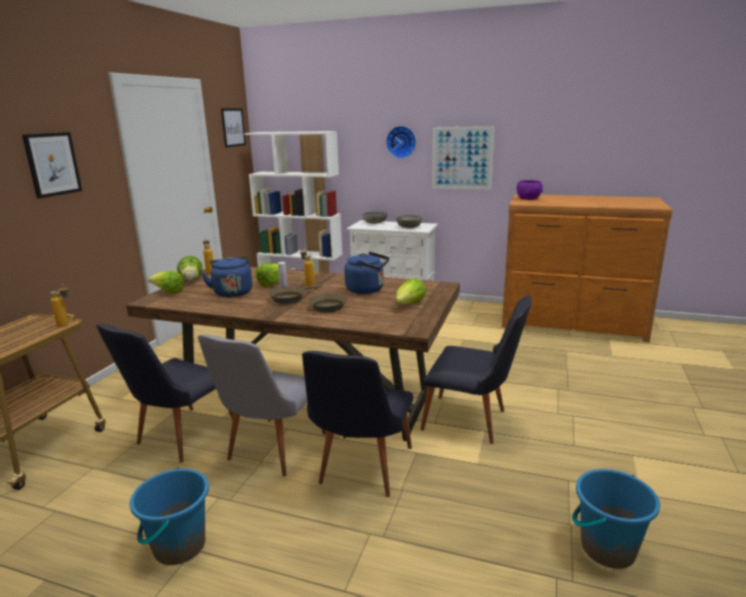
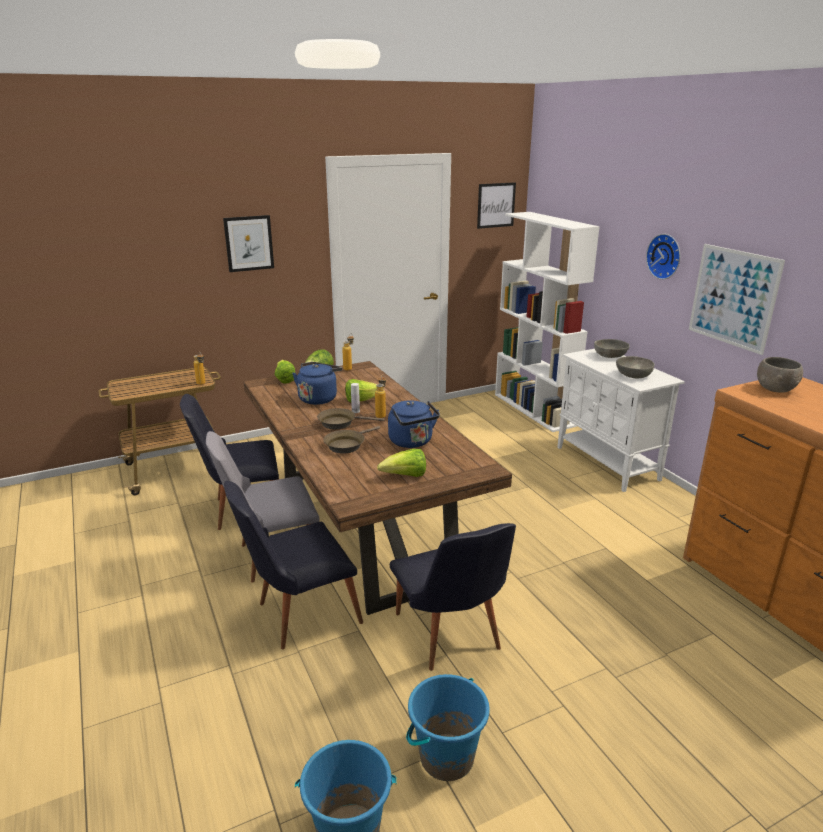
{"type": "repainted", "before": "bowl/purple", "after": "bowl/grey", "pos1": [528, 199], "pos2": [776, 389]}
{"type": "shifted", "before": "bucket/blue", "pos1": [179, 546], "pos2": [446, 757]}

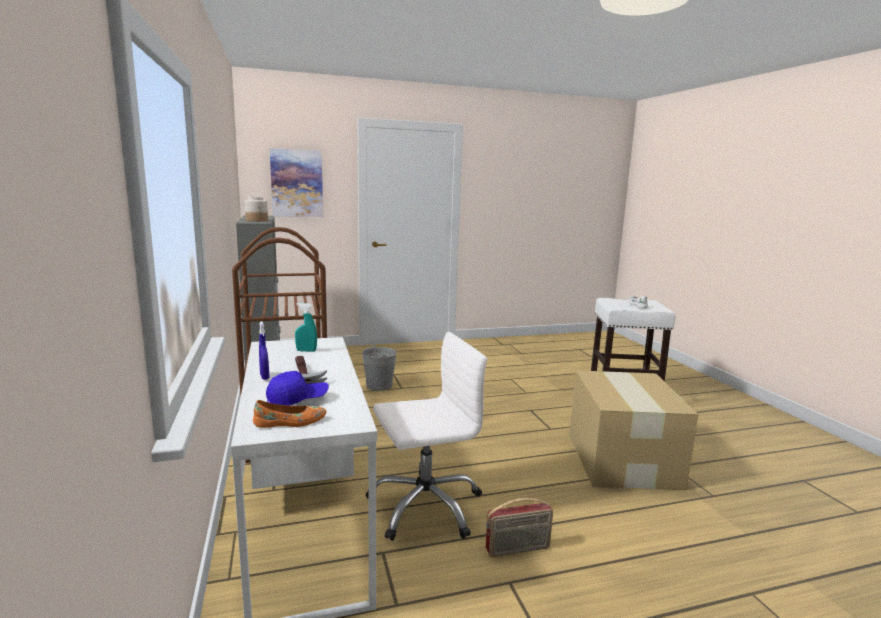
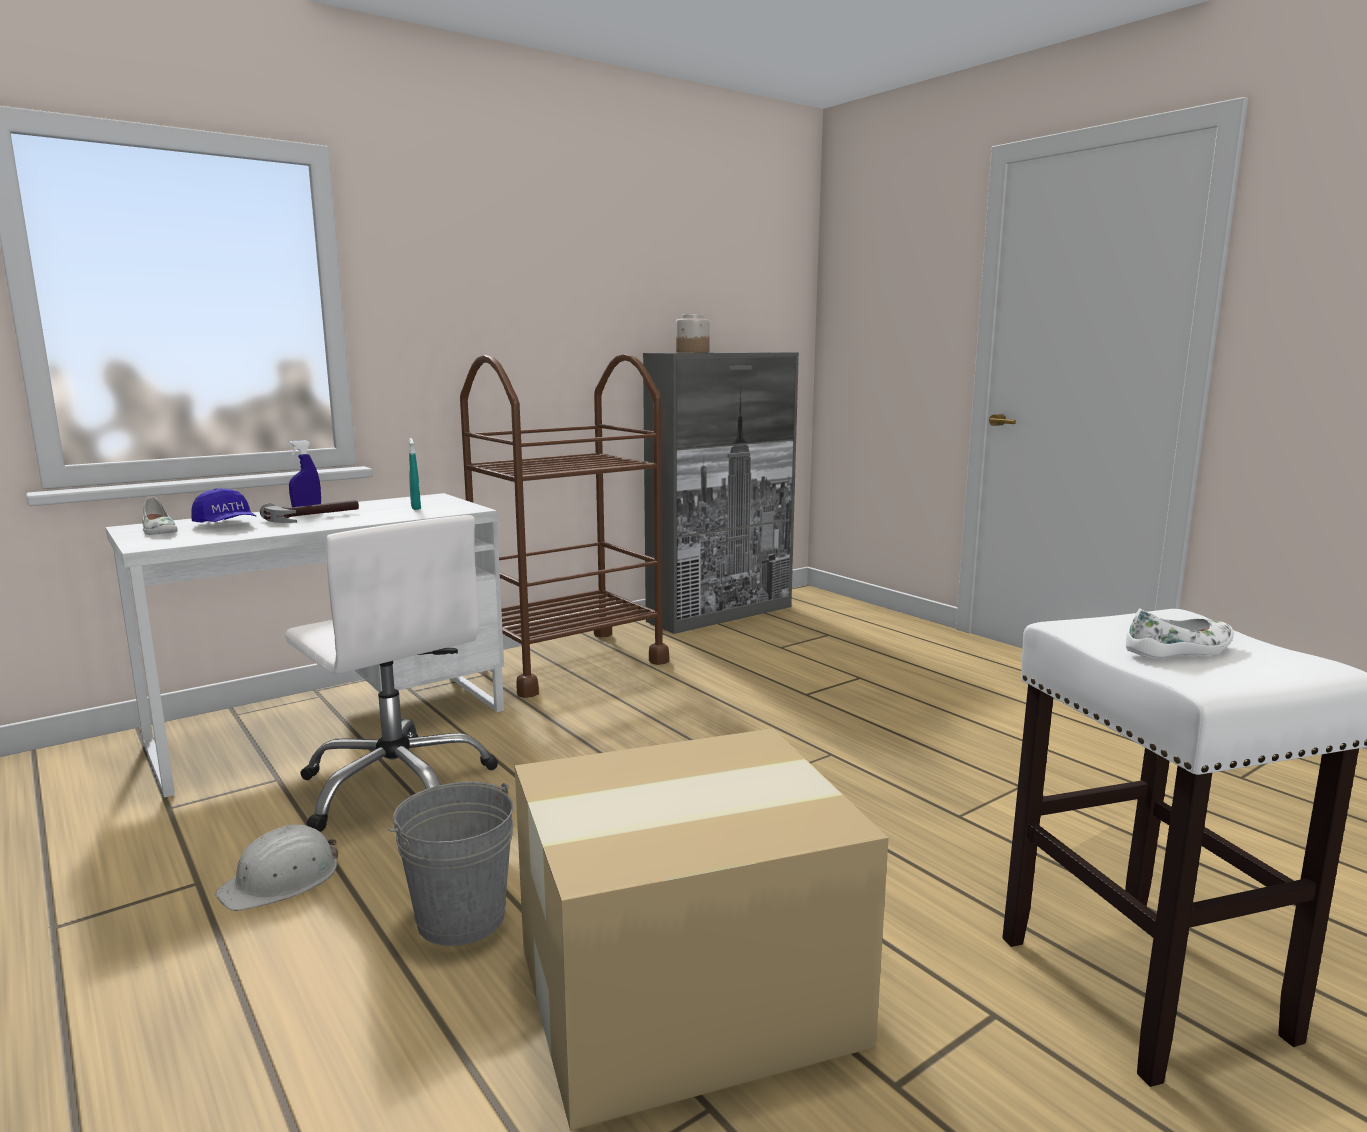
{"type": "gone", "before": "picture", "pos1": [297, 183]}
{"type": "shifted", "before": "bucket/grey", "pos1": [379, 385], "pos2": [461, 918]}
{"type": "repainted", "before": "shoe/orange", "after": "shoe/white", "pos1": [290, 422], "pos2": [158, 531]}
{"type": "swapped", "before": "radio", "after": "hard hat/white", "pos1": [518, 549], "pos2": [282, 880]}

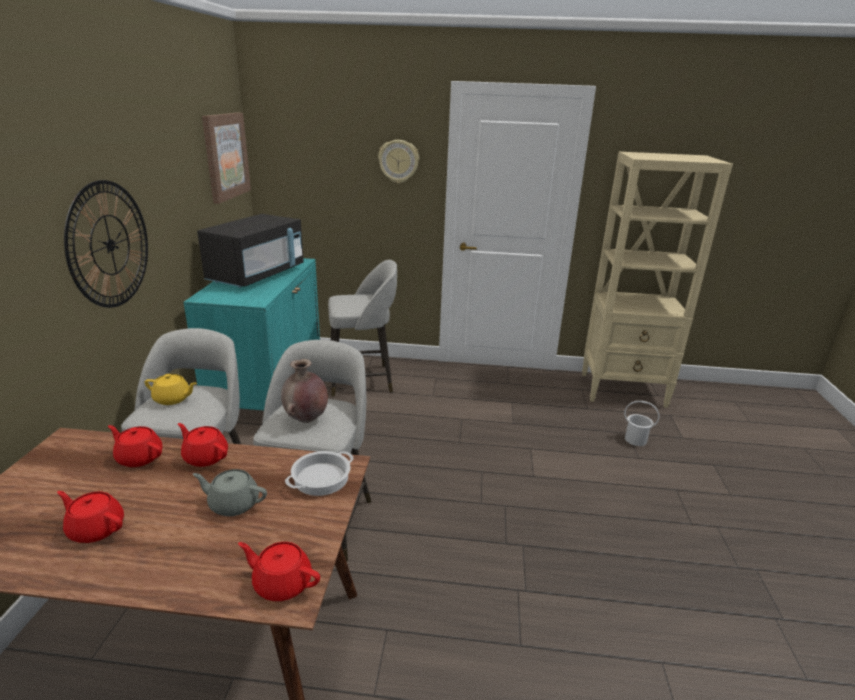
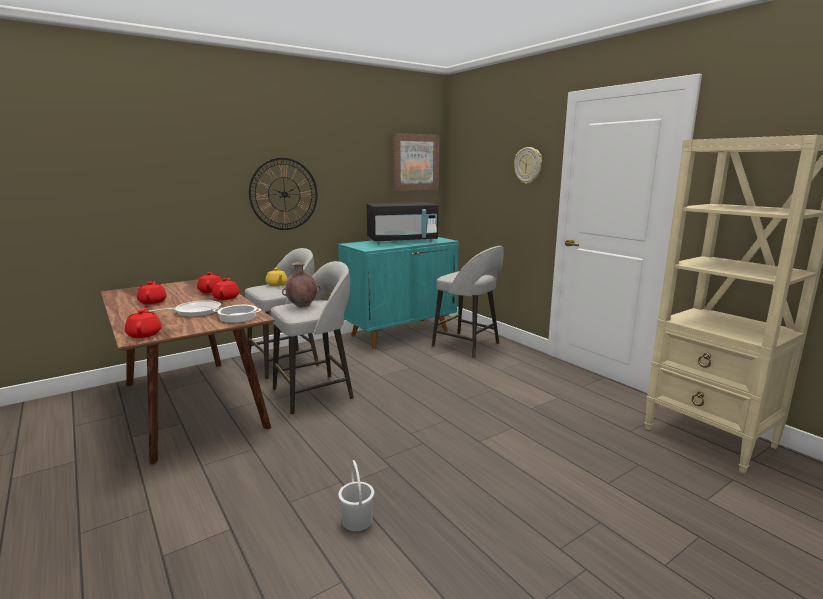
{"type": "shifted", "before": "bucket/white", "pos1": [635, 439], "pos2": [357, 520]}
{"type": "swapped", "before": "teapot/grey", "after": "frying pan", "pos1": [233, 504], "pos2": [195, 311]}

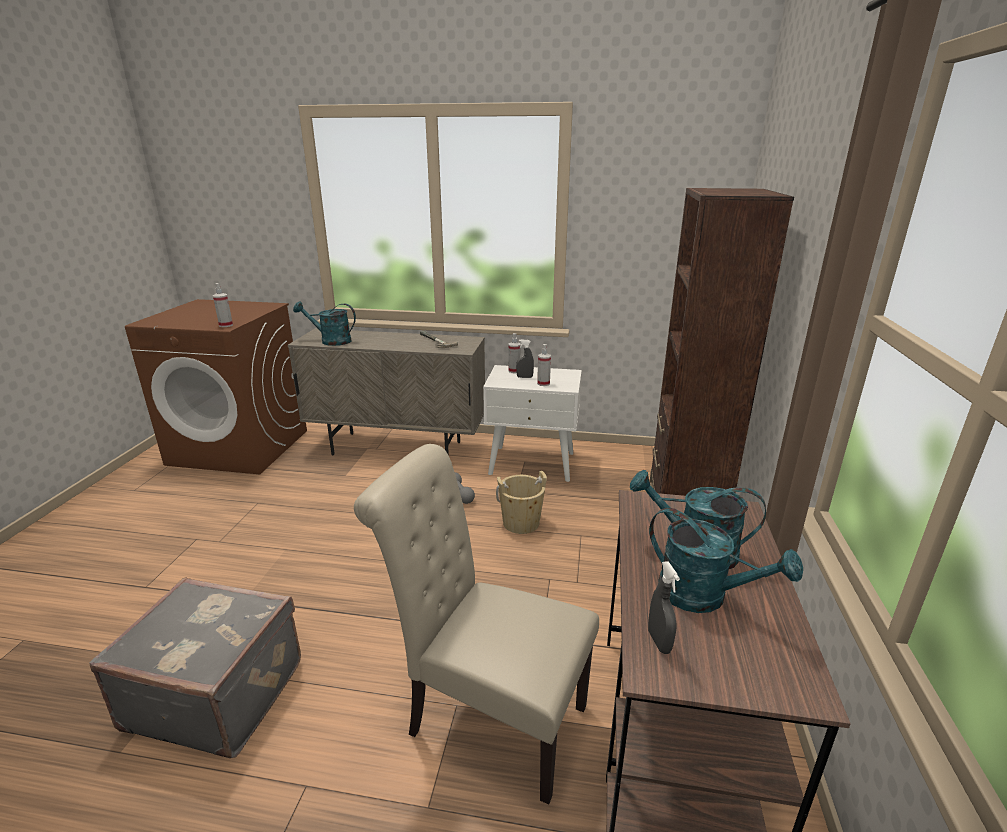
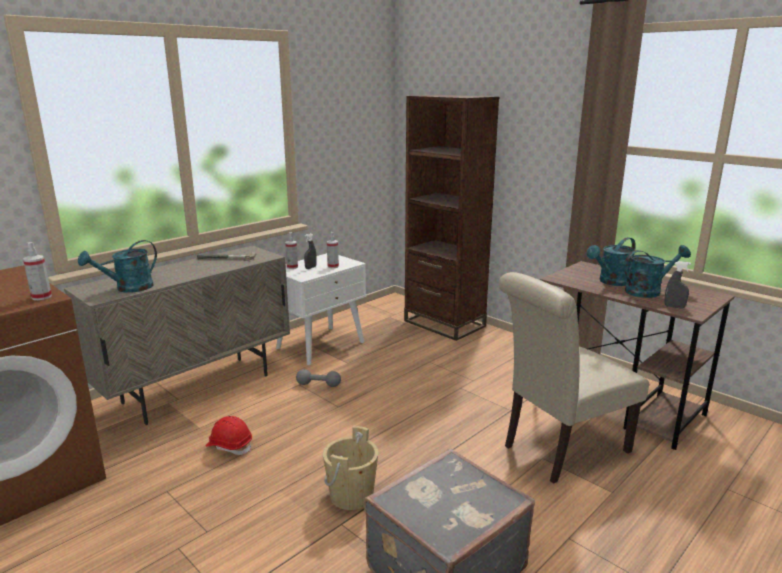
{"type": "shifted", "before": "bucket/beige", "pos1": [521, 523], "pos2": [351, 495]}
{"type": "new", "after": "hard hat/red", "pos2": [229, 446]}

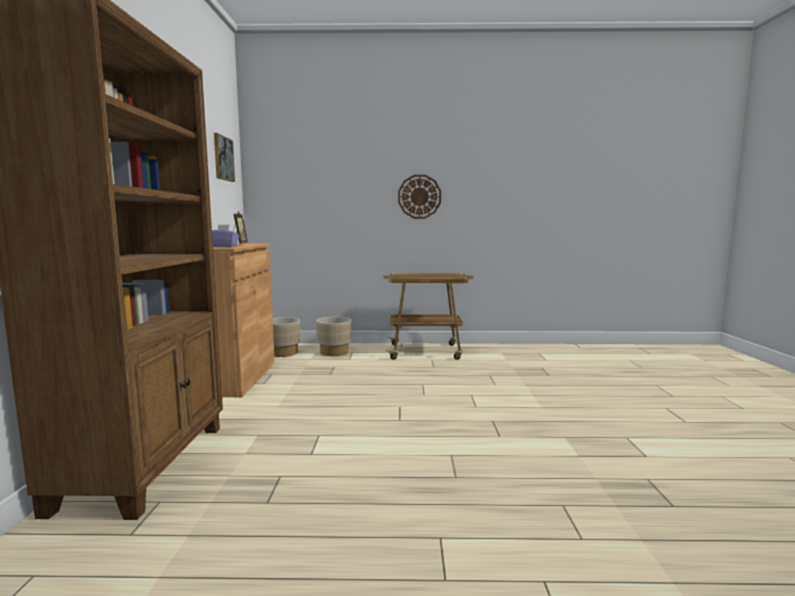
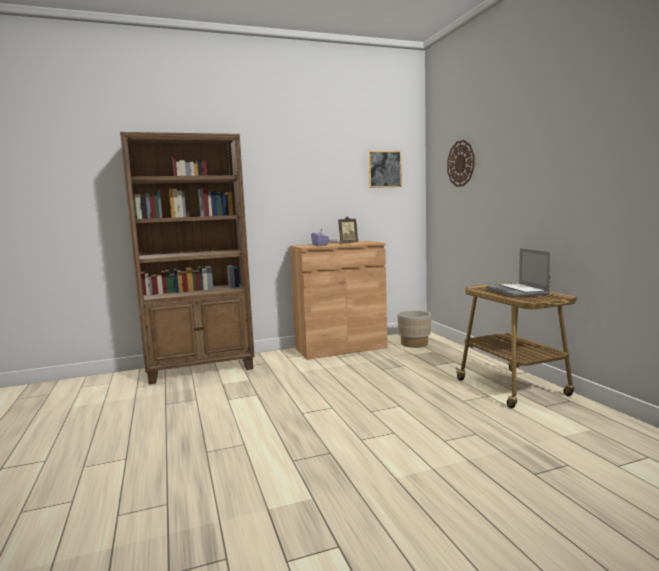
{"type": "shifted", "before": "wall clock", "pos1": [419, 196], "pos2": [461, 163]}
{"type": "gone", "before": "planter/beige", "pos1": [334, 352]}
{"type": "new", "after": "laptop", "pos2": [518, 291]}

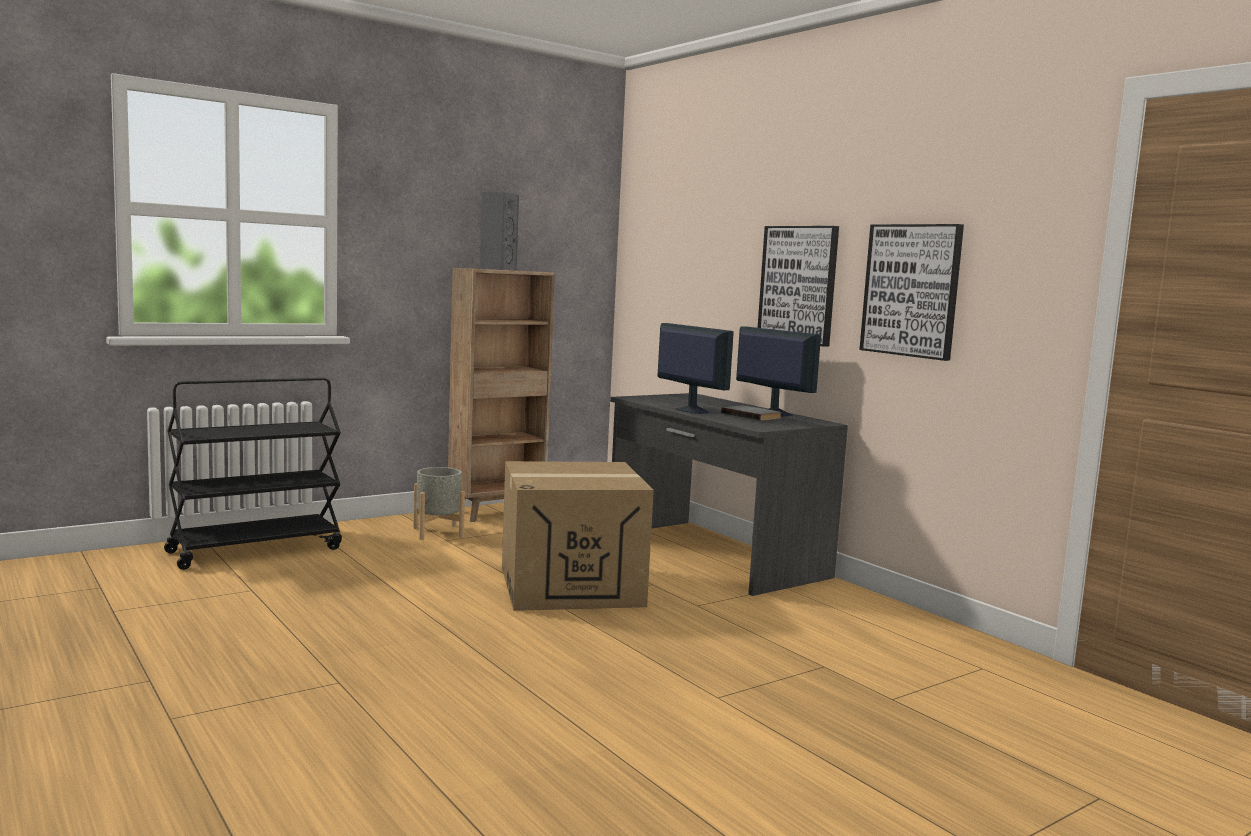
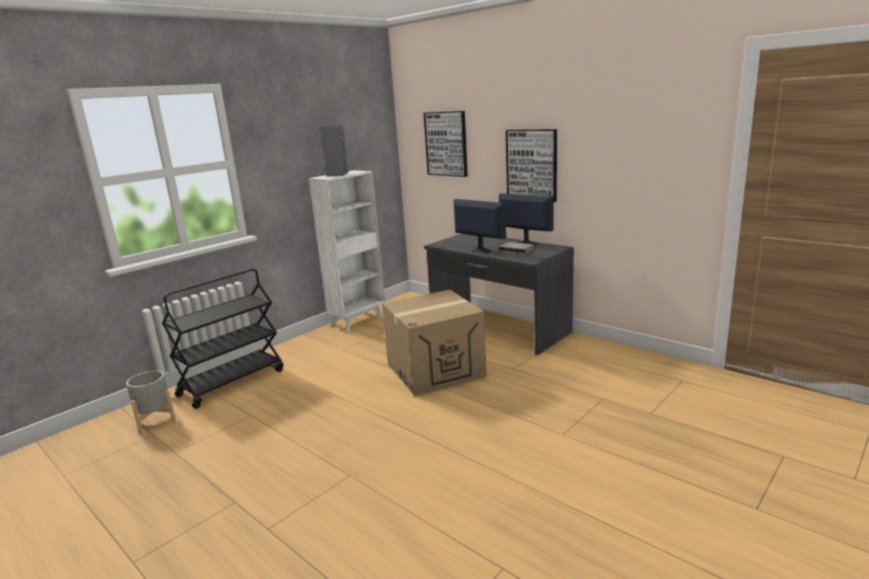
{"type": "shifted", "before": "picture", "pos1": [911, 290], "pos2": [446, 144]}
{"type": "repainted", "before": "bookcase/brown", "after": "bookcase/white", "pos1": [497, 512], "pos2": [358, 321]}
{"type": "shifted", "before": "planter/grey", "pos1": [437, 532], "pos2": [155, 421]}

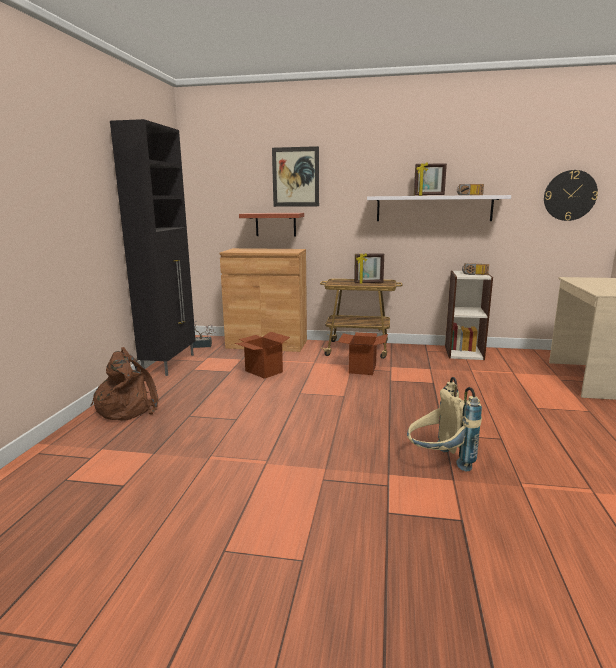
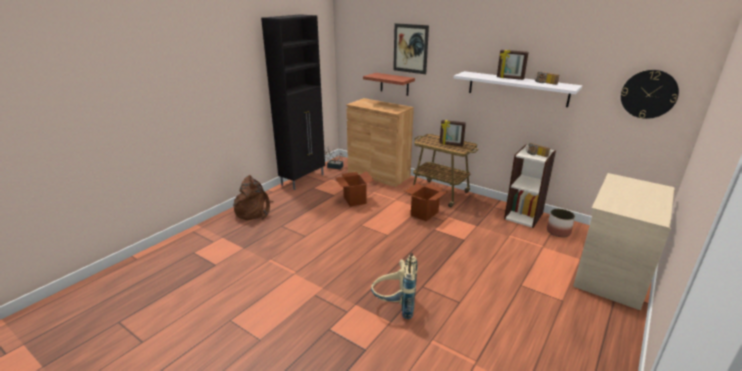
{"type": "new", "after": "planter", "pos2": [558, 232]}

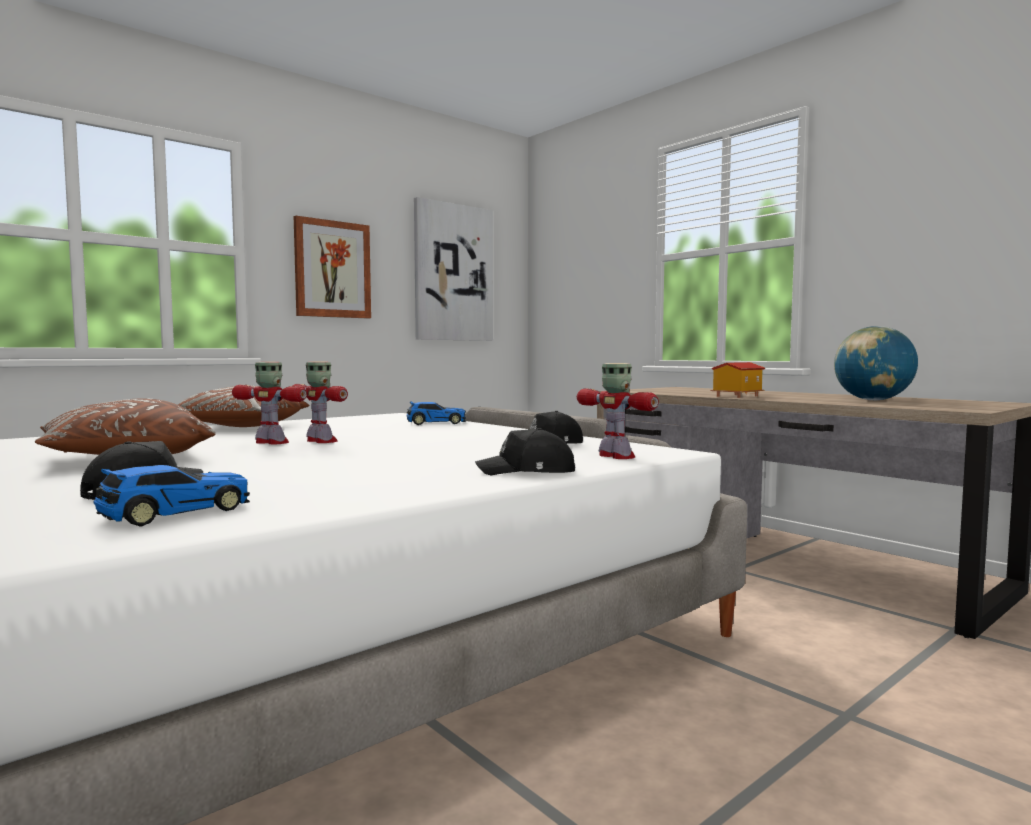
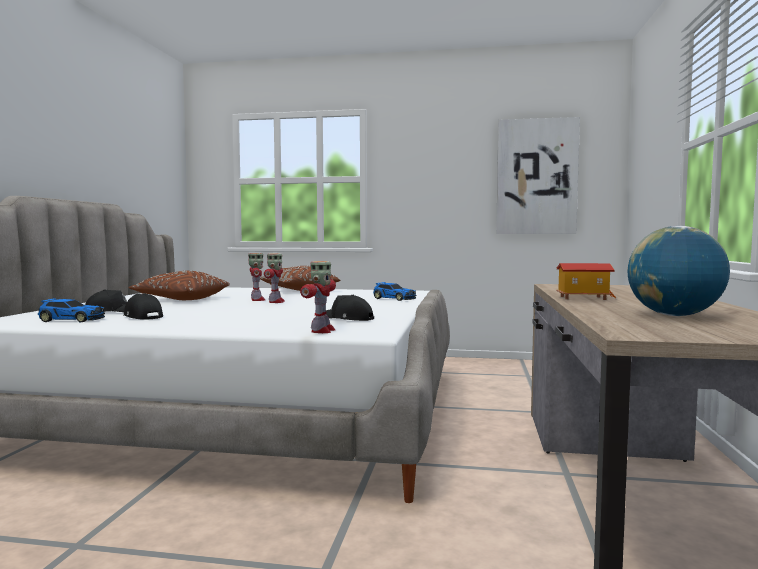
{"type": "gone", "before": "picture", "pos1": [332, 269]}
{"type": "shifted", "before": "cap/black", "pos1": [528, 472], "pos2": [142, 317]}

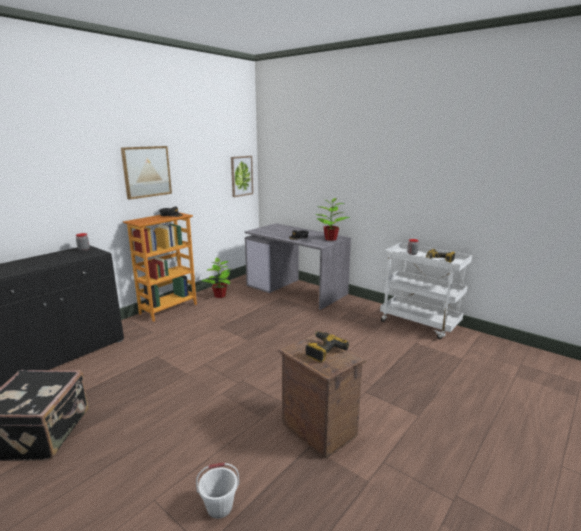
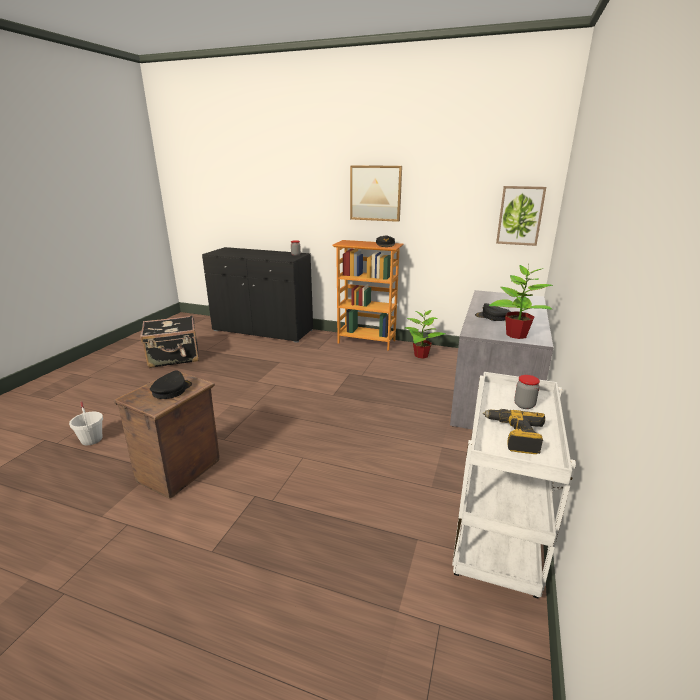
{"type": "swapped", "before": "power drill", "after": "cap/black", "pos1": [322, 350], "pos2": [171, 390]}

